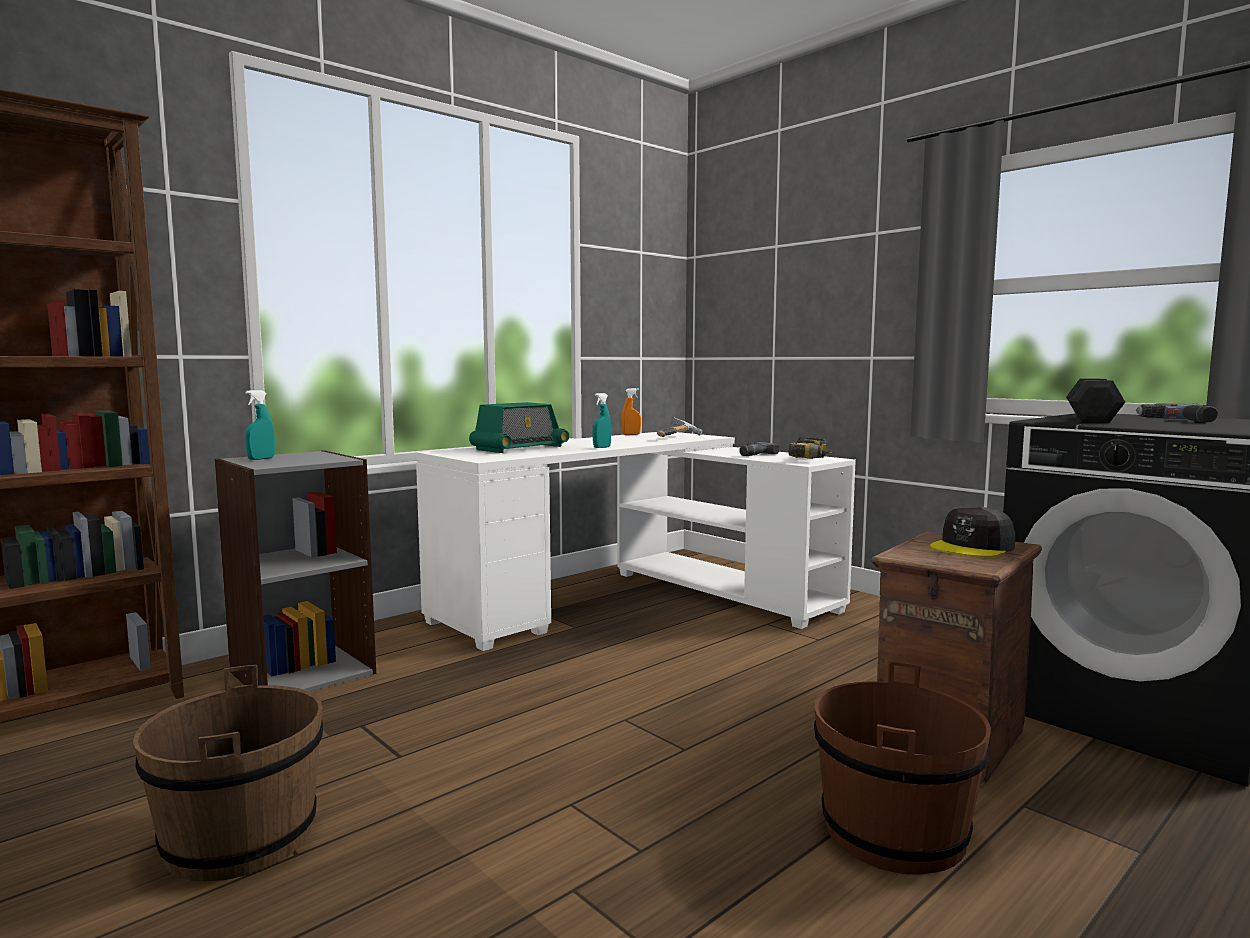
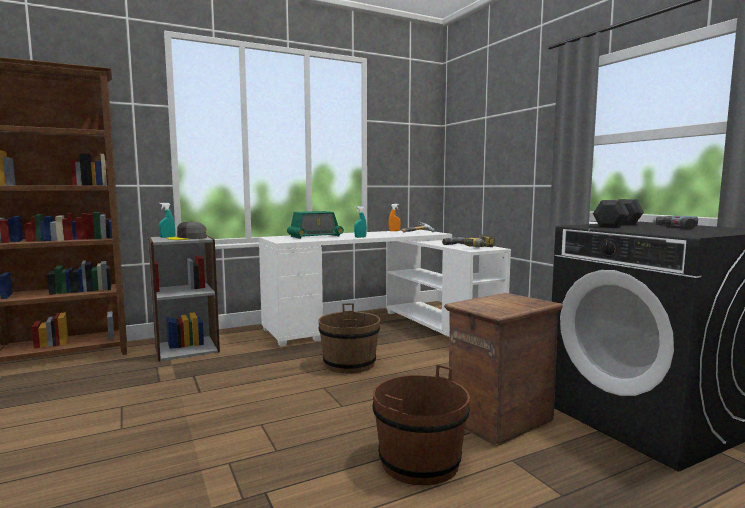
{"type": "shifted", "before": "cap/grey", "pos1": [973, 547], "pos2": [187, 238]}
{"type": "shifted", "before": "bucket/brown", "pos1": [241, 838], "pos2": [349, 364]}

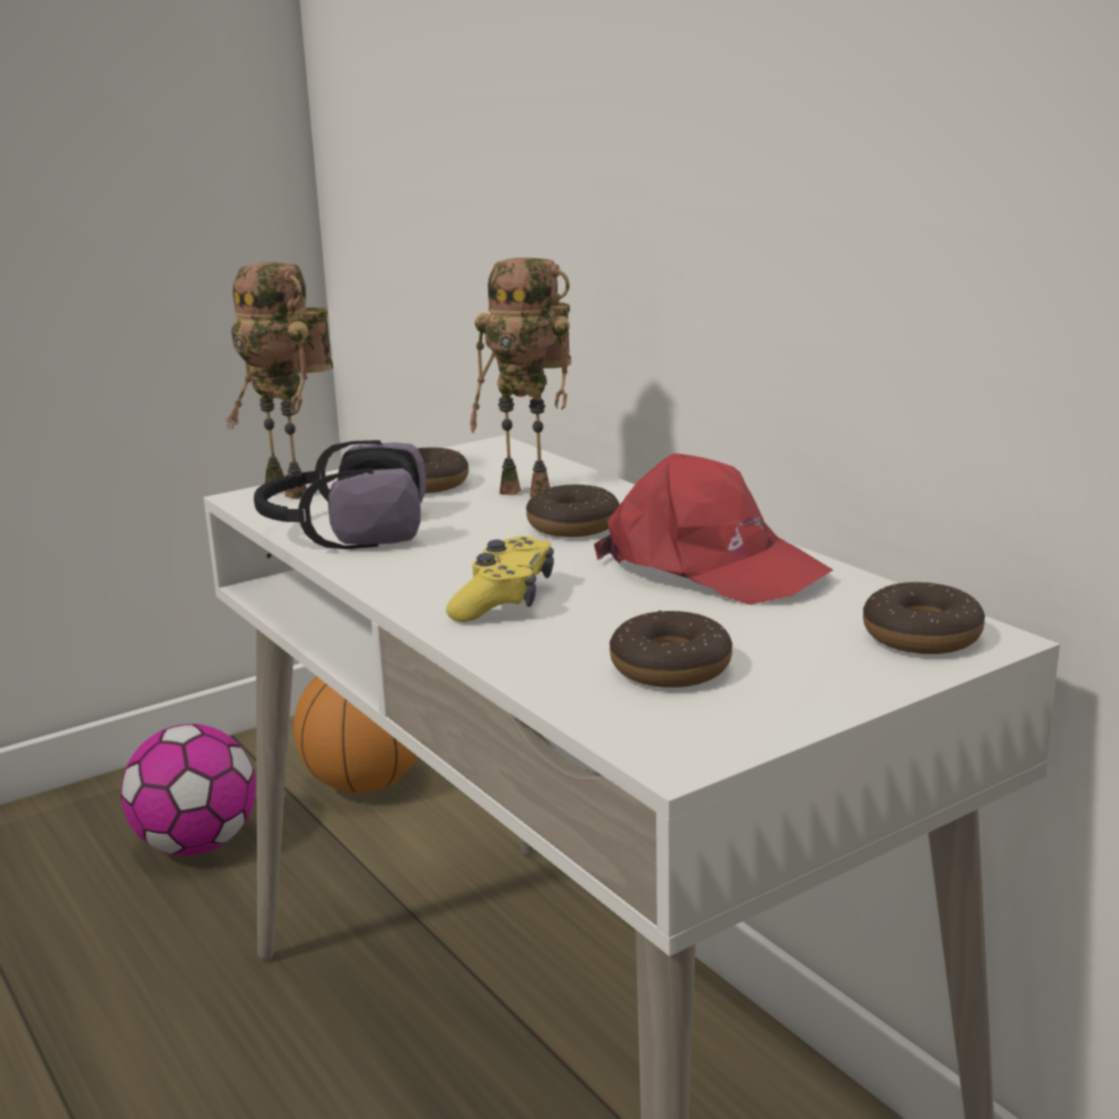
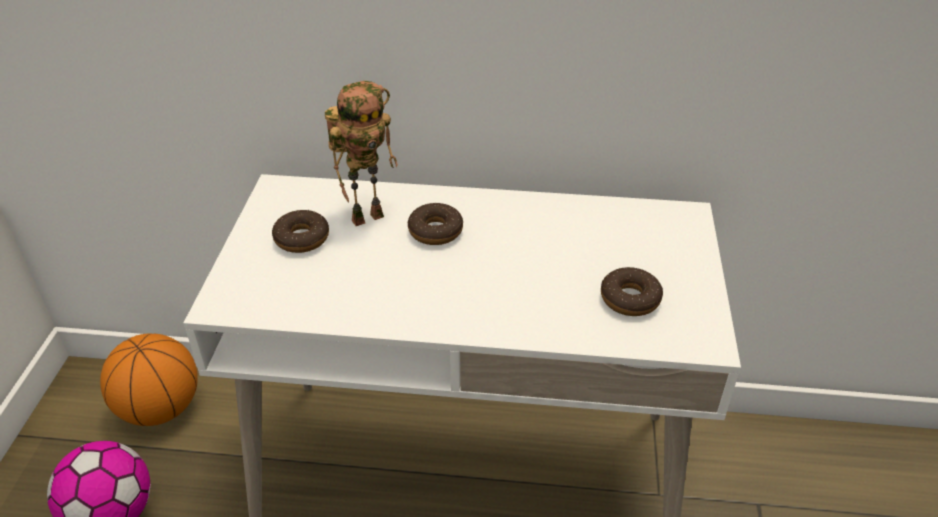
{"type": "gone", "before": "toy robot", "pos1": [294, 491]}
{"type": "gone", "before": "headphones", "pos1": [342, 531]}
{"type": "gone", "before": "cap/red", "pos1": [709, 566]}
{"type": "gone", "before": "game controller/yellow", "pos1": [504, 599]}
{"type": "gone", "before": "donut", "pos1": [921, 636]}

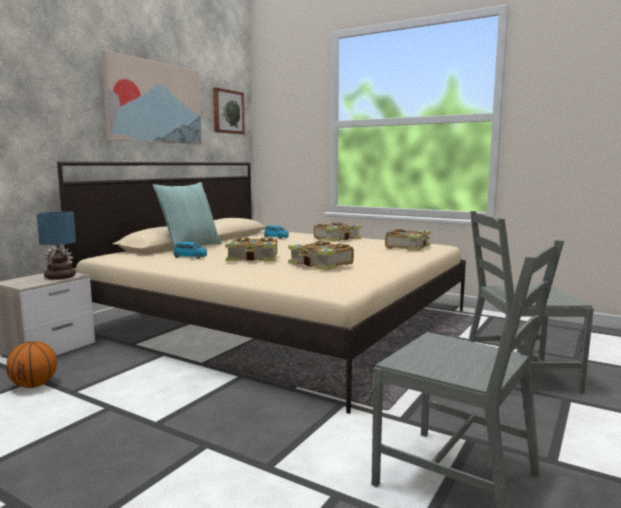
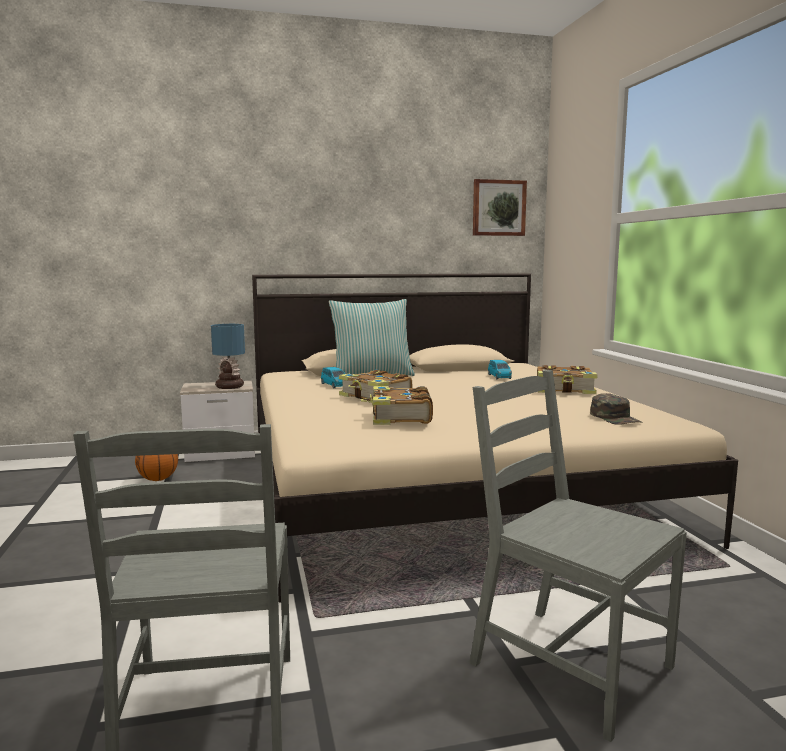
{"type": "gone", "before": "picture", "pos1": [154, 102]}
{"type": "swapped", "before": "book", "after": "cap/green", "pos1": [408, 247], "pos2": [615, 418]}

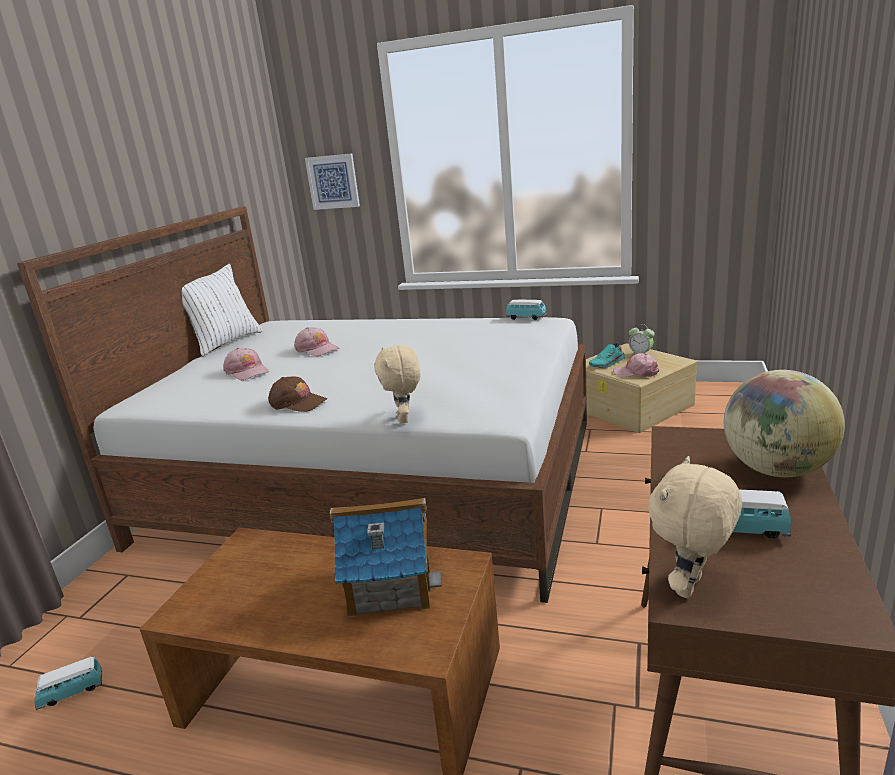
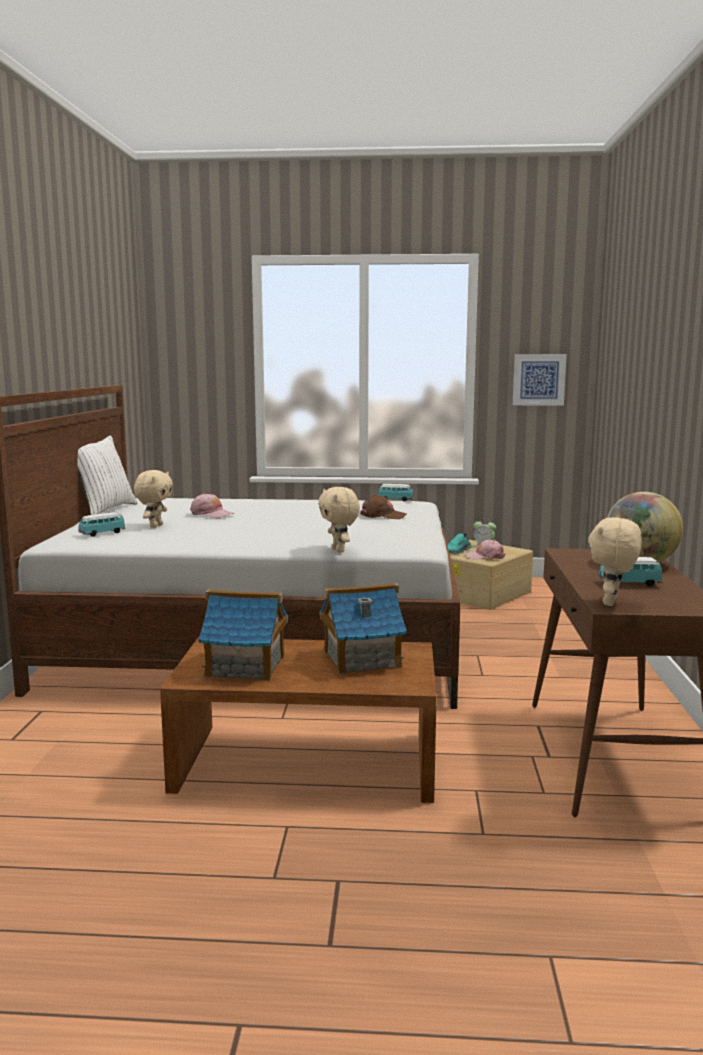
{"type": "shifted", "before": "picture", "pos1": [333, 182], "pos2": [538, 379]}
{"type": "swapped", "before": "cap/pink", "after": "plush toy/beige", "pos1": [247, 371], "pos2": [155, 526]}
{"type": "shifted", "before": "cap/brown", "pos1": [297, 403], "pos2": [383, 516]}
{"type": "shifted", "before": "toy car", "pos1": [71, 692], "pos2": [102, 534]}
{"type": "new", "after": "toy house", "pos2": [246, 666]}

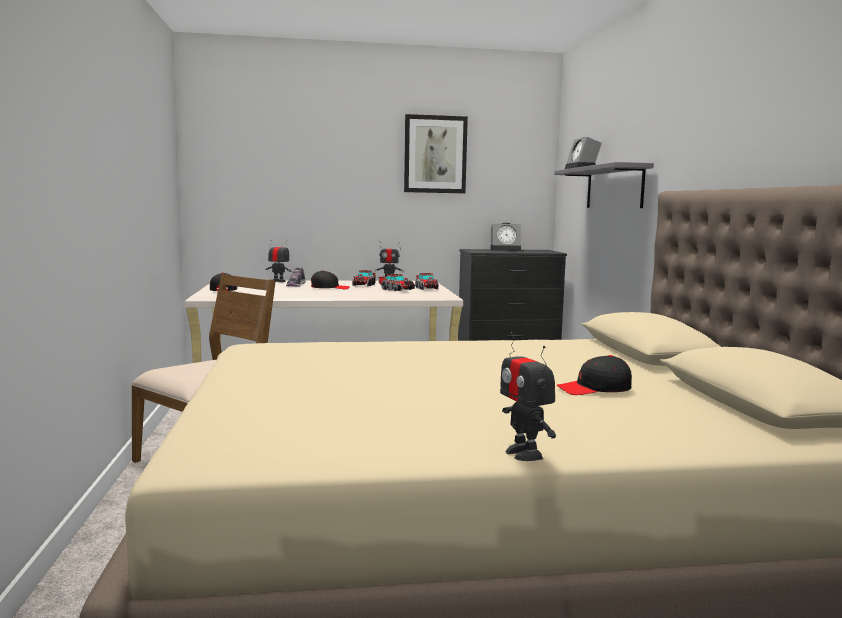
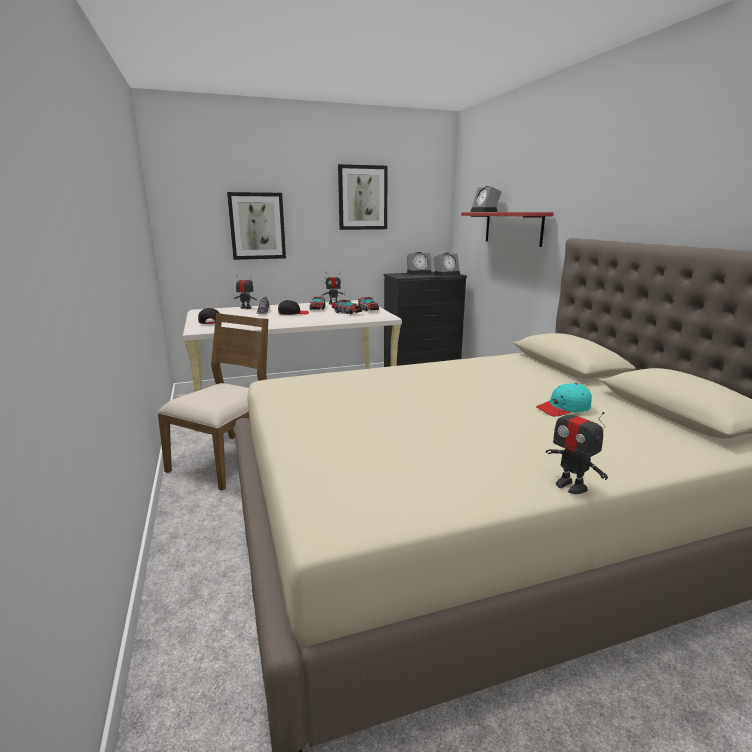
{"type": "repainted", "before": "shelf/grey", "after": "shelf/red", "pos1": [614, 187], "pos2": [513, 228]}
{"type": "repainted", "before": "cap/black", "after": "cap/turquoise", "pos1": [594, 389], "pos2": [564, 408]}
{"type": "new", "after": "picture", "pos2": [257, 226]}
{"type": "new", "after": "alarm clock", "pos2": [447, 274]}

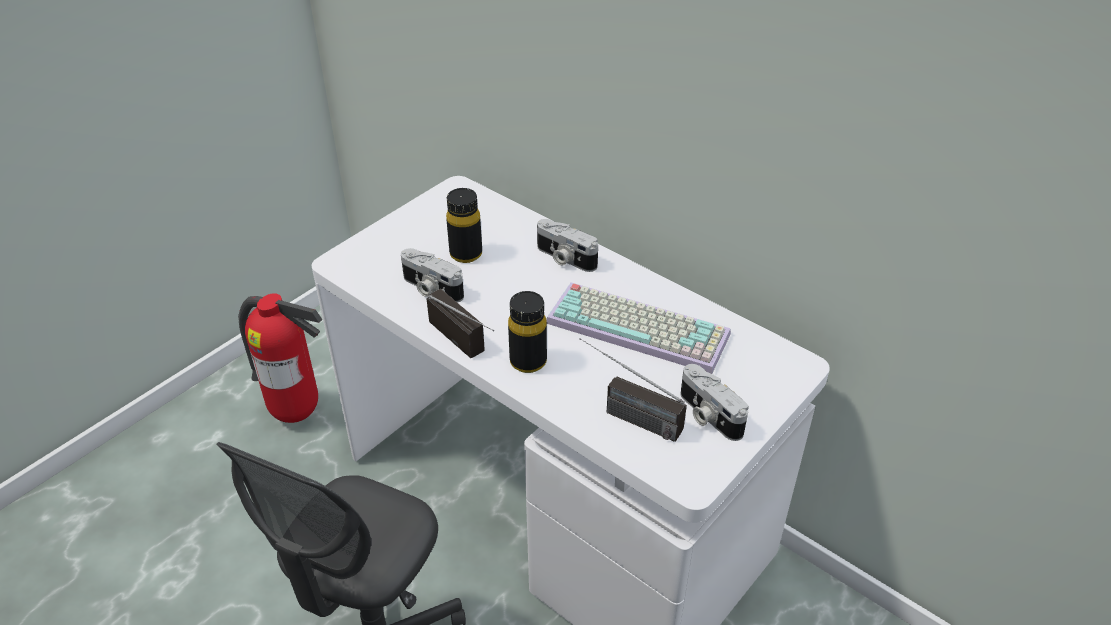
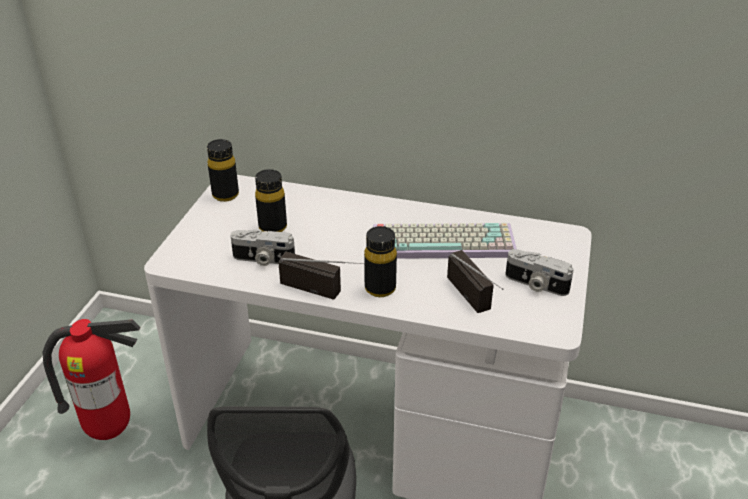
{"type": "gone", "before": "photo camera", "pos1": [564, 258]}
{"type": "rotated", "before": "radio", "pos1": [624, 414], "pos2": [478, 302], "turn": -120}
{"type": "new", "after": "bottle/black", "pos2": [225, 195]}

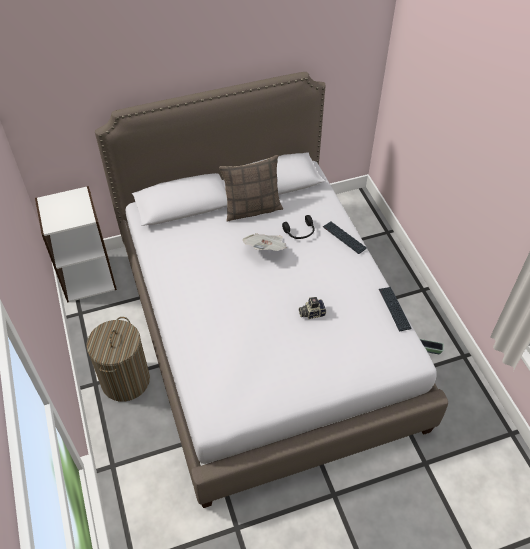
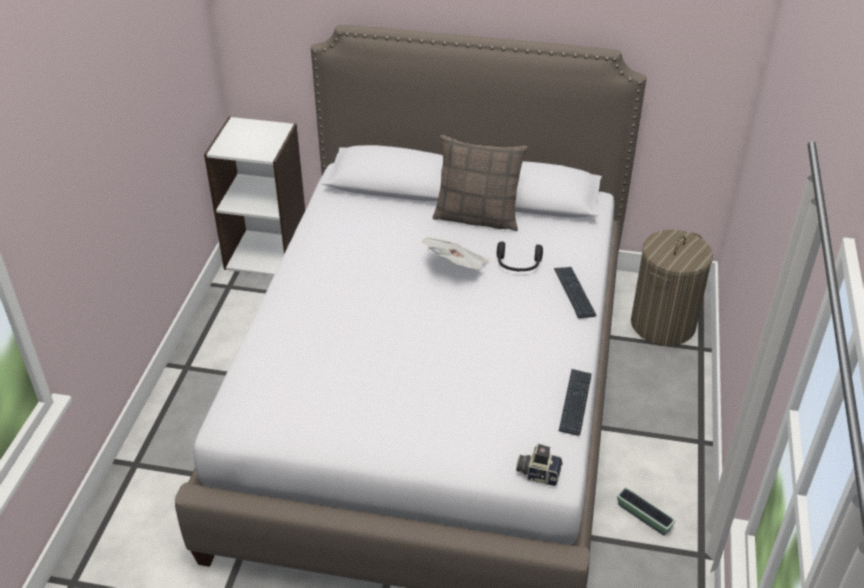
{"type": "shifted", "before": "photo camera", "pos1": [311, 313], "pos2": [538, 473]}
{"type": "shifted", "before": "laundry basket", "pos1": [125, 380], "pos2": [662, 324]}

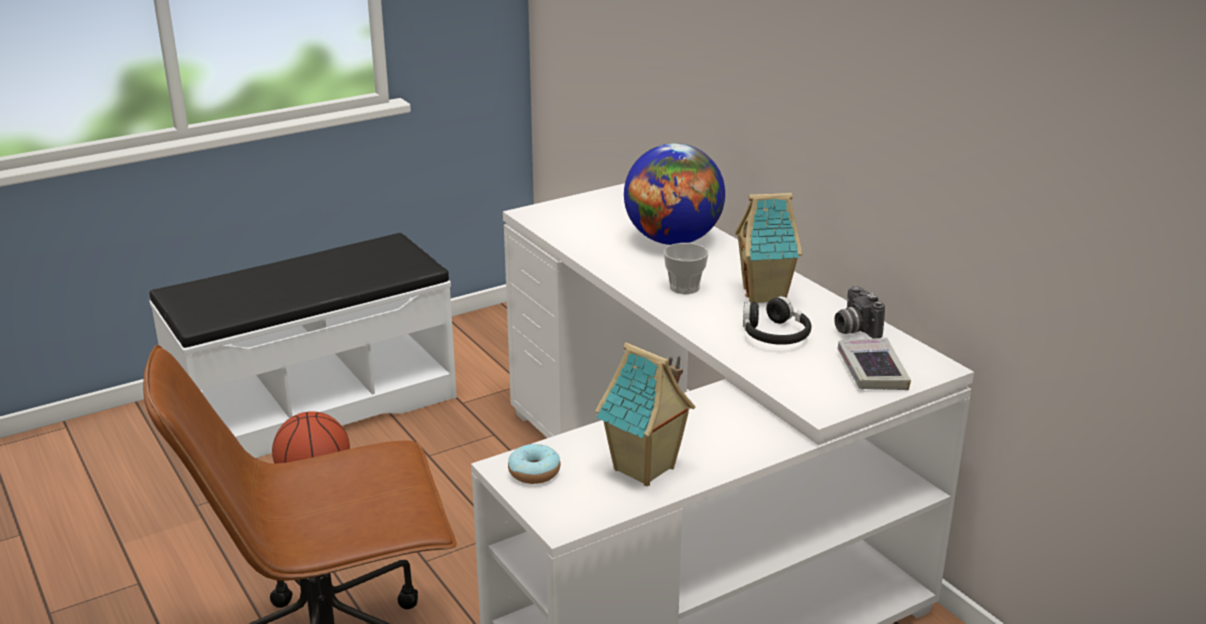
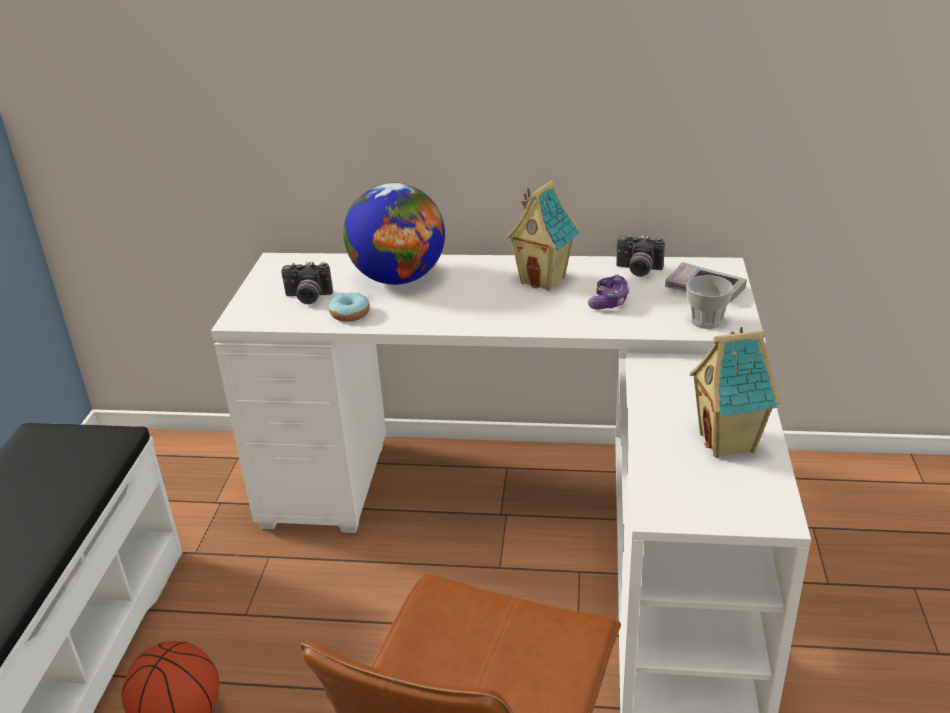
{"type": "shifted", "before": "cup", "pos1": [684, 287], "pos2": [706, 321]}
{"type": "swapped", "before": "headphones/black", "after": "game controller", "pos1": [774, 334], "pos2": [609, 301]}
{"type": "shifted", "before": "donut", "pos1": [534, 472], "pos2": [350, 314]}
{"type": "new", "after": "photo camera", "pos2": [308, 298]}

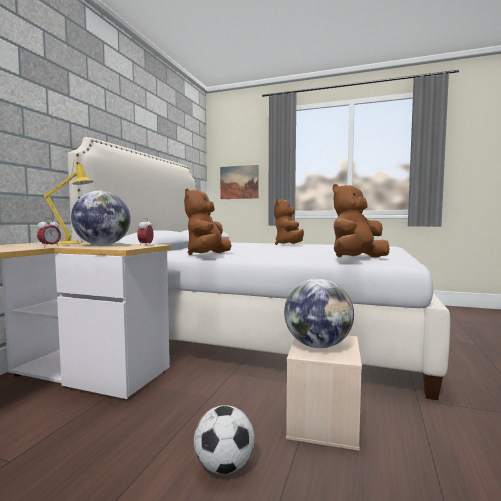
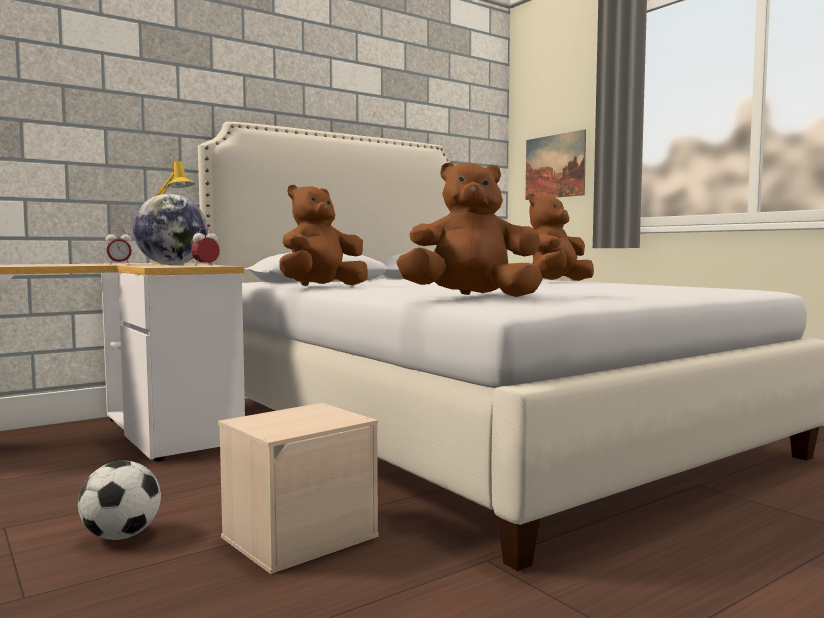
{"type": "gone", "before": "globe", "pos1": [318, 345]}

